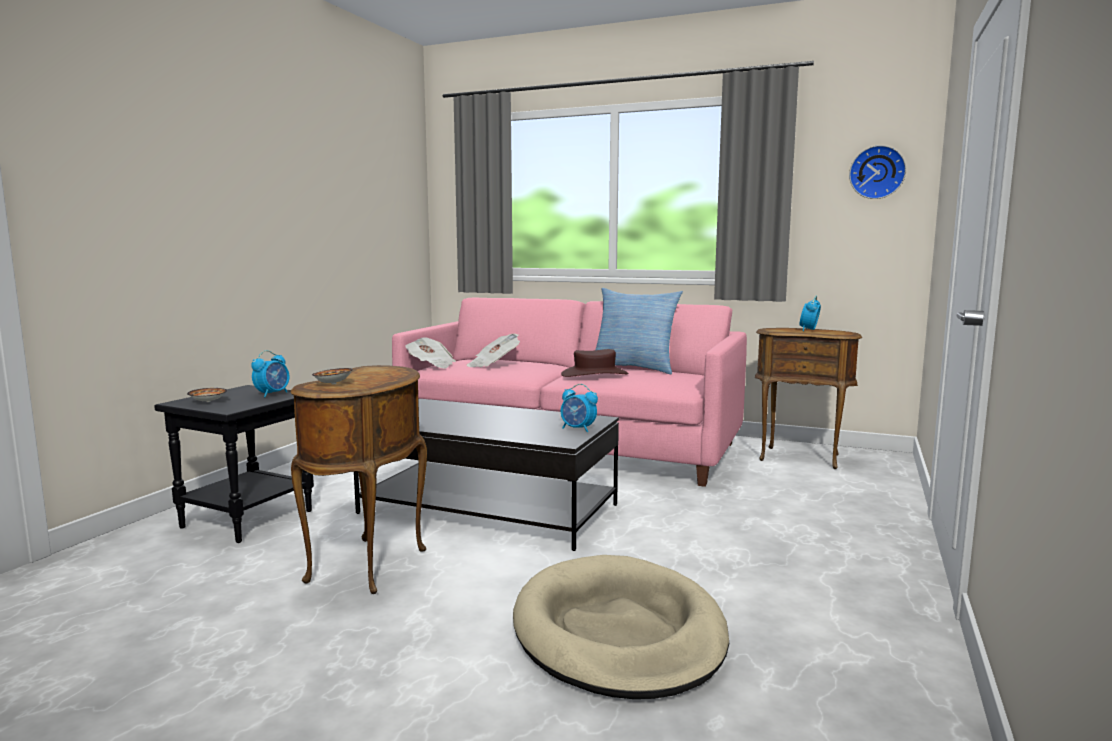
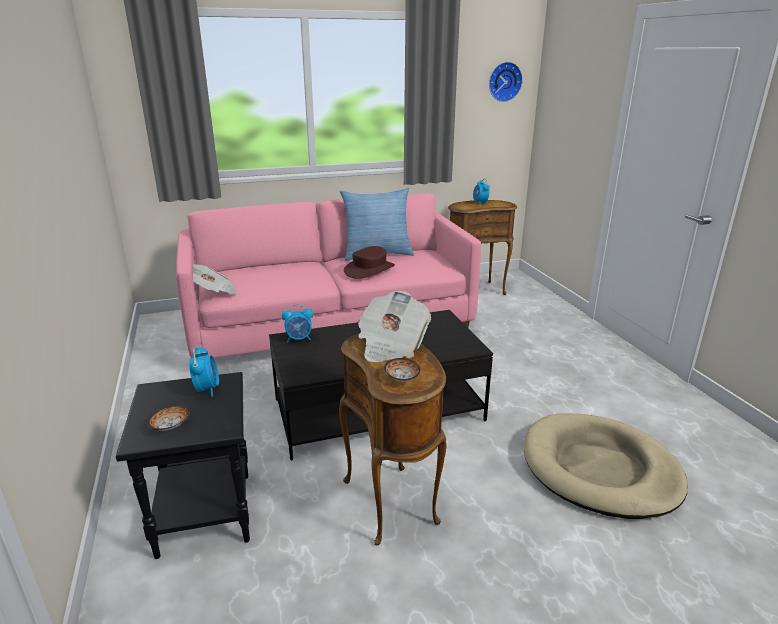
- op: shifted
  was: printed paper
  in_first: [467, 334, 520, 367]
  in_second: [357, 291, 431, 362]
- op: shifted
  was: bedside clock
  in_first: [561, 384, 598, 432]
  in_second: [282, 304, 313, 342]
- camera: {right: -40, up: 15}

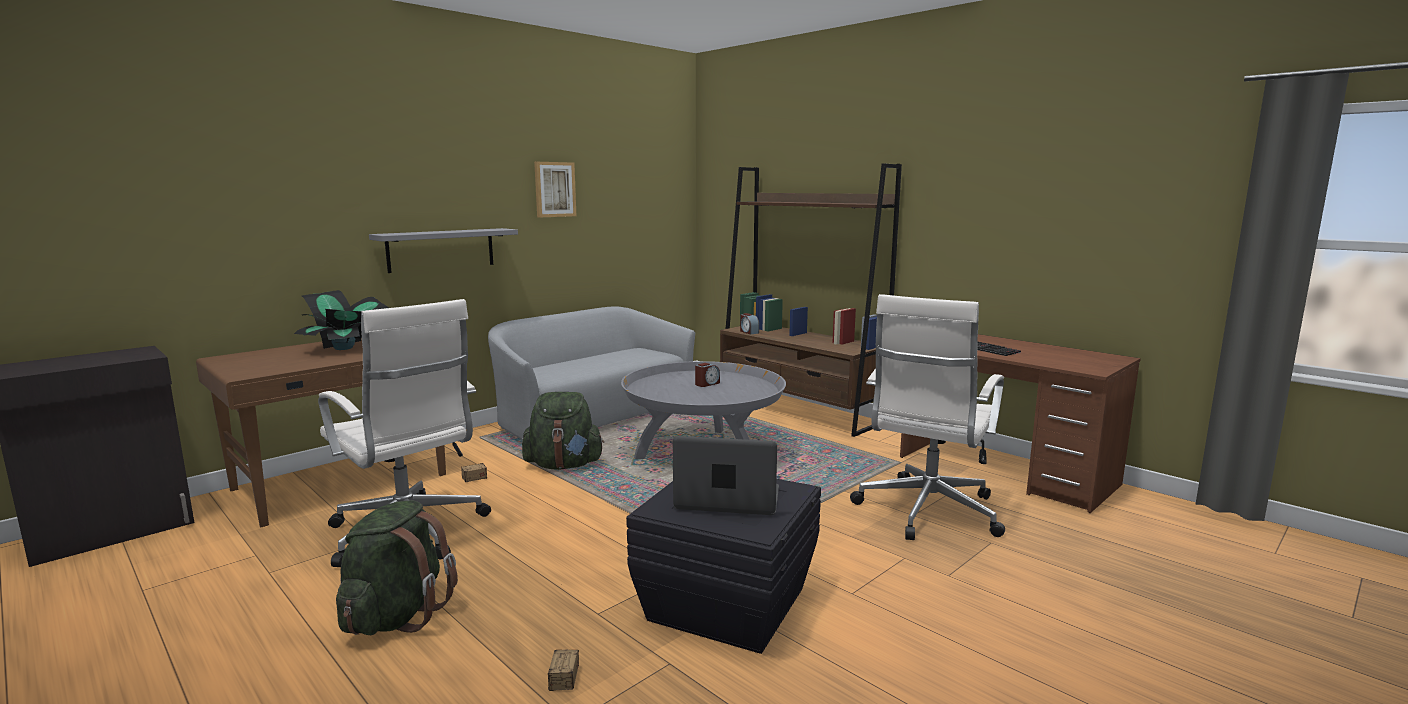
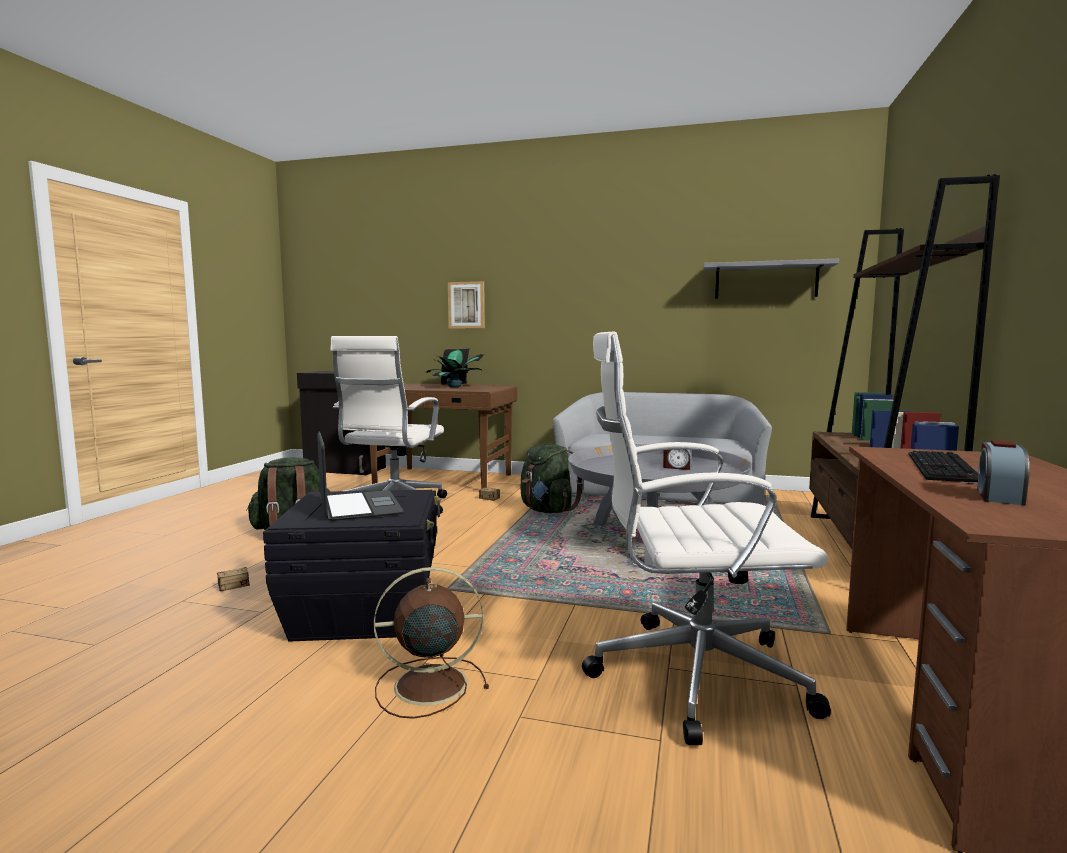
- op: shifted
  was: picture
  in_first: [534, 162, 576, 218]
  in_second: [448, 281, 485, 329]
- op: shifted
  was: grey bracket shelf
  in_first: [369, 228, 518, 273]
  in_second: [704, 259, 839, 299]
- op: shifted
  was: bedside clock
  in_first: [740, 313, 759, 335]
  in_second: [977, 440, 1029, 505]
- op: new
  now: brown-coloured fan
  in_second: [374, 567, 489, 719]
- camera: {right: 60, up: -5}

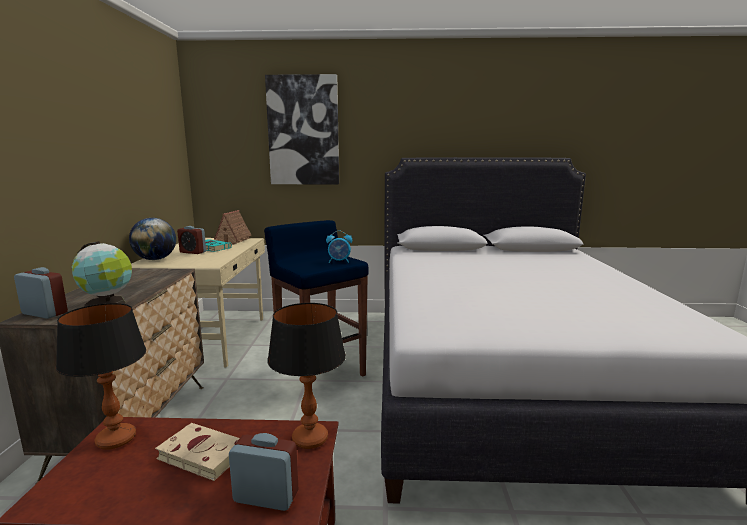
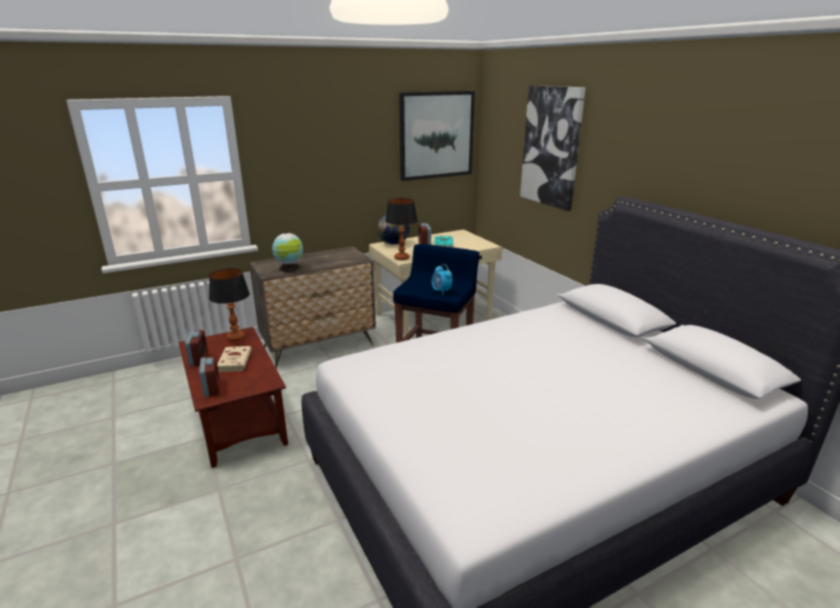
- op: gone
  was: toy house
  in_first: [214, 210, 251, 245]
- op: shifted
  was: bedside clock
  in_first: [14, 267, 68, 319]
  in_second: [185, 330, 208, 366]
- op: shifted
  was: tabletop lamp
  in_first: [267, 303, 346, 449]
  in_second: [385, 198, 418, 260]
- op: new
  now: picture
  in_second: [399, 91, 475, 181]
- camera: {right: 60, up: 10}

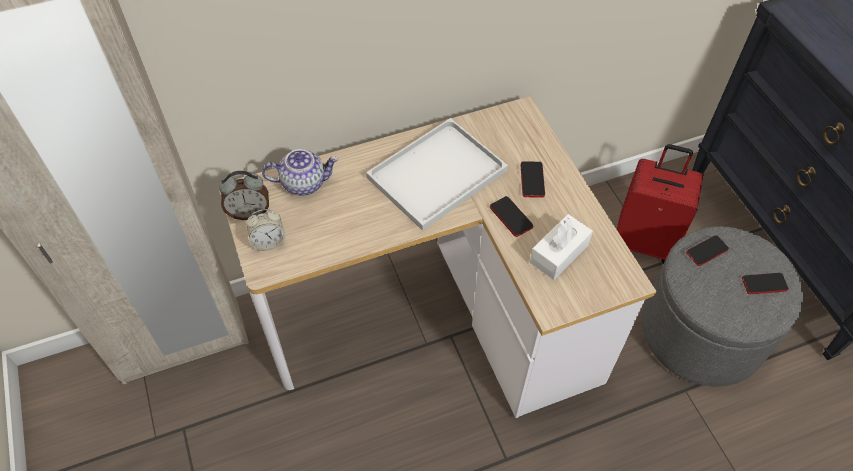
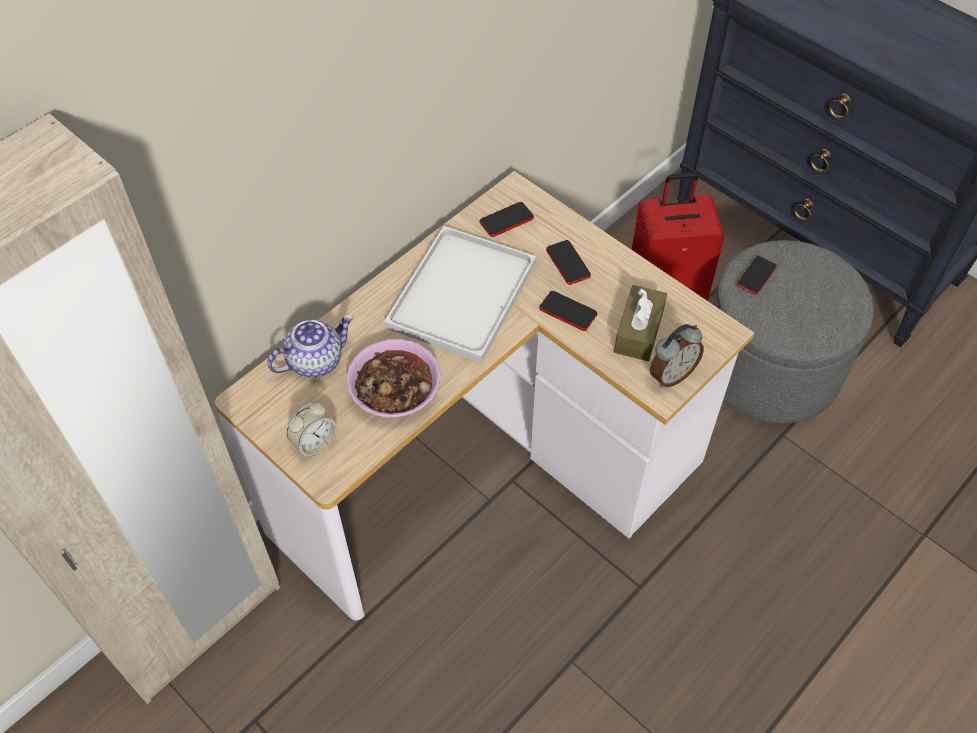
- op: shifted
  was: bedside clock
  in_first: [219, 171, 269, 220]
  in_second: [650, 324, 704, 387]
- op: repainted
  was: whitish tissue box
  now: brown-coloured tissue box
  in_first: [530, 214, 593, 280]
  in_second: [614, 285, 667, 361]
- op: shifted
  was: phone
  in_first: [742, 273, 789, 294]
  in_second: [479, 202, 534, 237]
- op: new
  now: deep dish
  in_second: [346, 339, 441, 417]
- camera: {right: -25, up: 0}

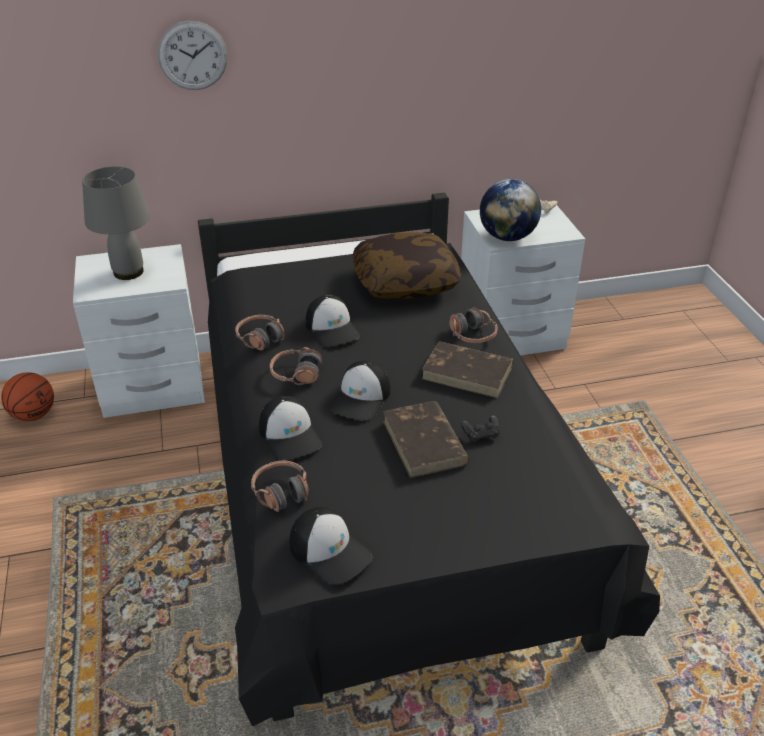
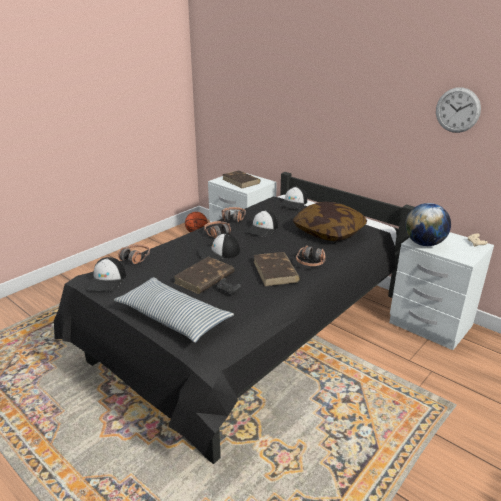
- op: shifted
  was: clock on the wall
  in_first: [158, 21, 228, 90]
  in_second: [436, 87, 481, 133]
- op: swapped
  was: grey tabletop lamp
  now: brown-coloured book
  in_first: [82, 166, 150, 280]
  in_second: [222, 170, 261, 188]
- op: shifted
  was: cap
  in_first: [259, 396, 323, 460]
  in_second: [279, 187, 307, 209]
- op: new
  now: cushion
  in_second: [114, 277, 234, 343]
- camera: {right: 55, up: -10}

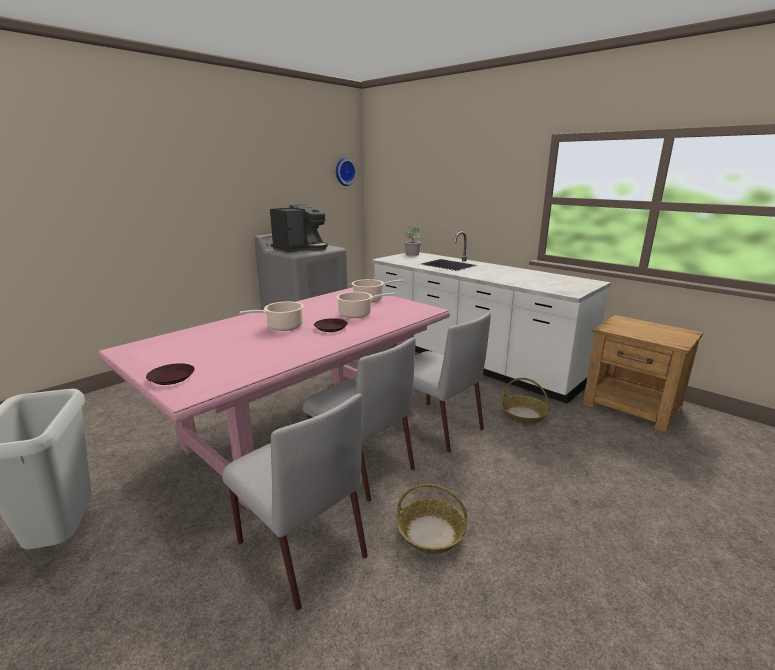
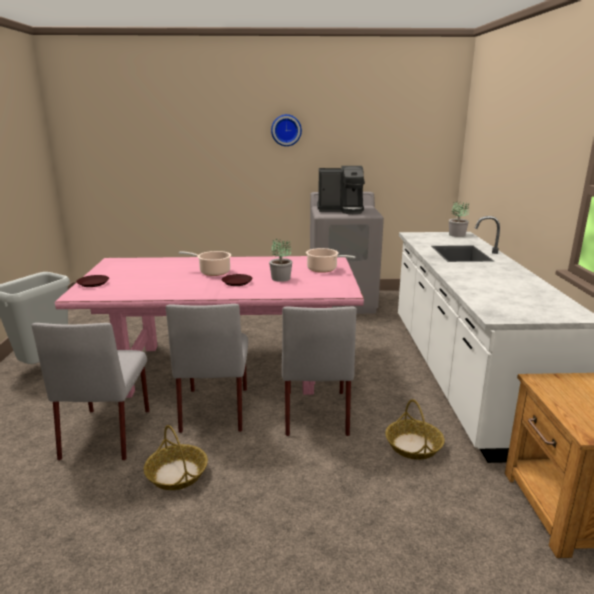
- op: shifted
  was: clock on the wall
  in_first: [336, 158, 357, 186]
  in_second: [271, 114, 302, 146]
- op: swapped
  was: stockpot
  now: potted plant
  in_first: [336, 292, 395, 318]
  in_second: [269, 239, 292, 282]
- camera: {right: 45, up: 0}

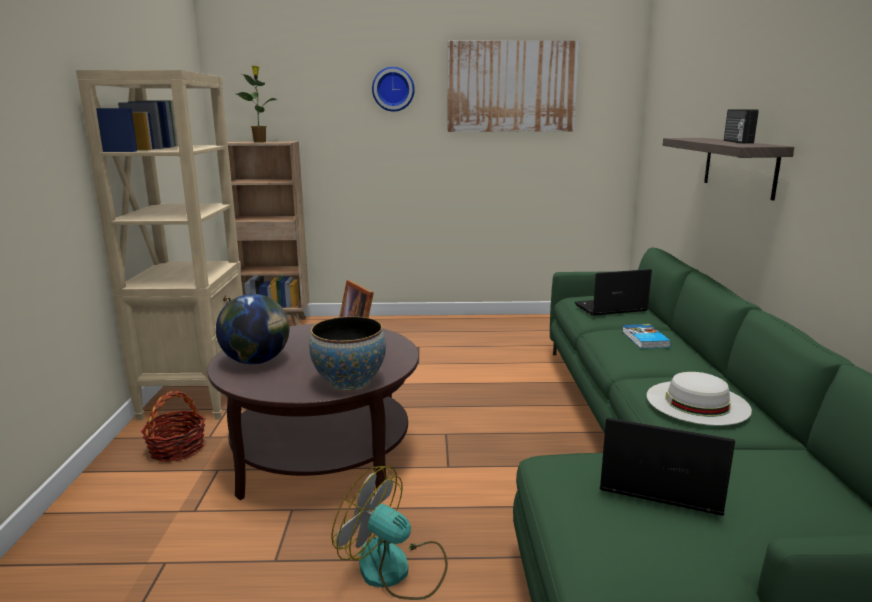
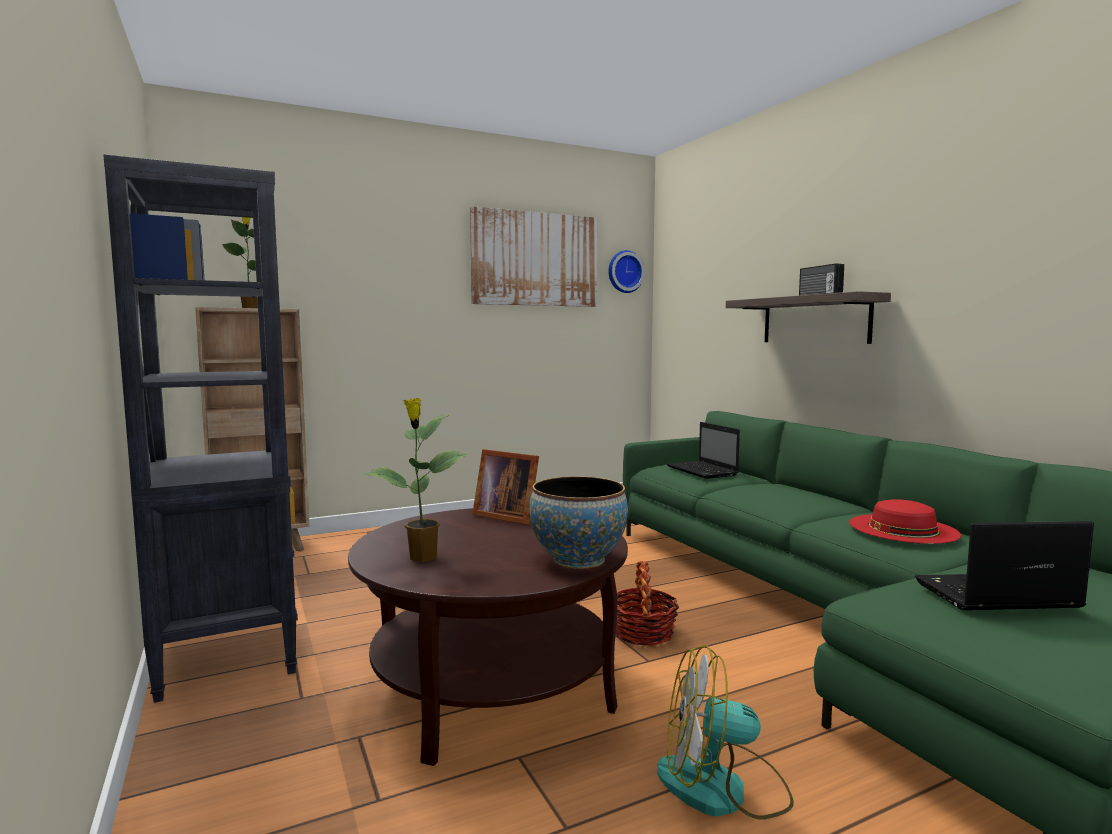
- op: shifted
  was: clock on the wall
  in_first: [372, 67, 415, 112]
  in_second: [608, 250, 645, 293]
- op: repainted
  was: beige-coloured shelving unit
  now: black shelving unit
  in_first: [76, 70, 243, 420]
  in_second: [103, 155, 298, 703]
- op: rotated
  was: portable computer
  in_first: [575, 269, 652, 316]
  in_second: [667, 422, 740, 479]
  clockwise: -75
- op: swapped
  was: desk globe
  now: potted plant
  in_first: [216, 294, 290, 364]
  in_second: [365, 398, 468, 562]
- op: gone
  was: book
  in_first: [622, 324, 671, 349]
- op: repainted
  was: whitish clothing hat
  now: reddish clothing hat
  in_first: [647, 372, 752, 426]
  in_second: [849, 499, 961, 544]
- op: shifted
  was: storage basket
  in_first: [141, 391, 206, 462]
  in_second: [616, 561, 679, 645]
- camera: {right: -25, up: -10}

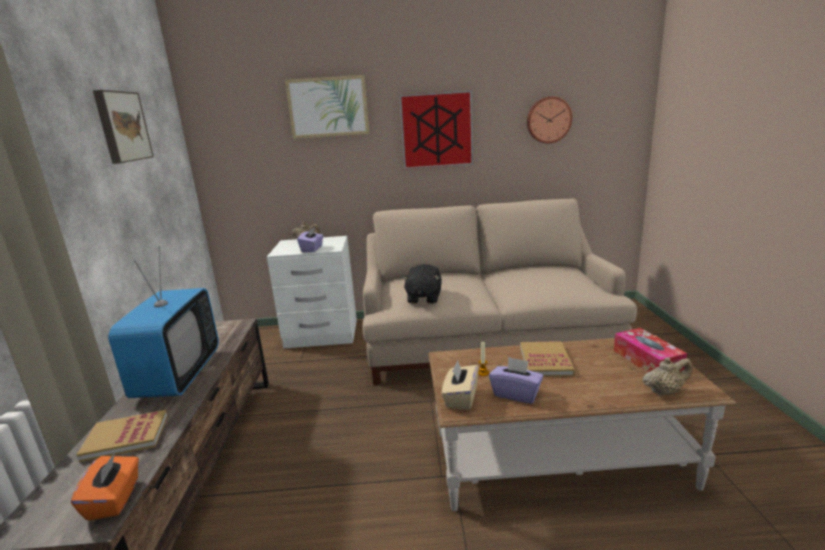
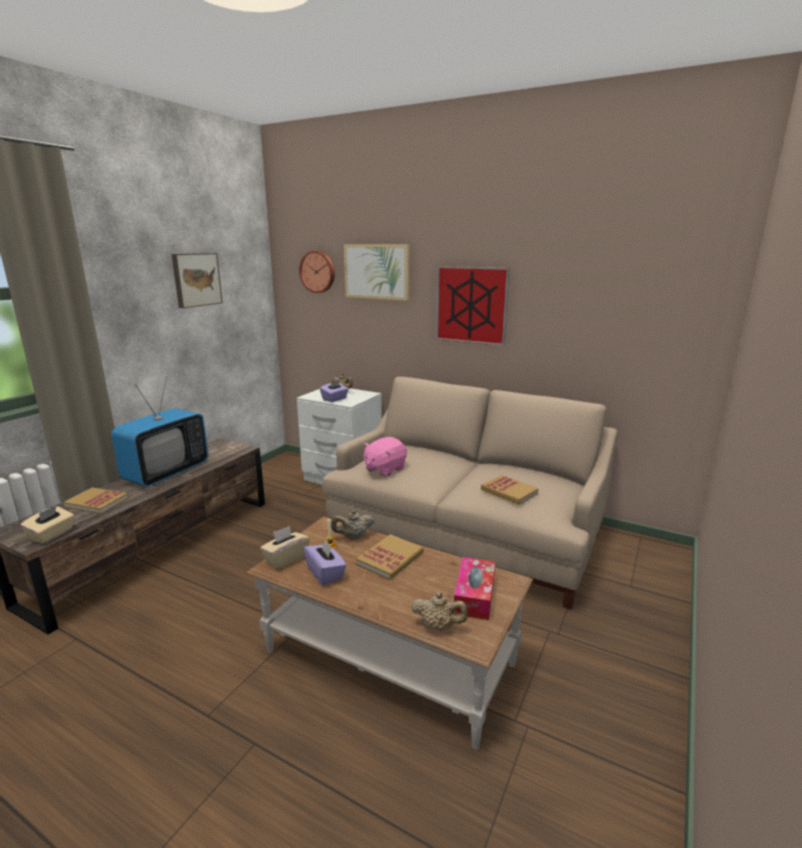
- op: shifted
  was: clock on the wall
  in_first: [527, 97, 572, 143]
  in_second: [299, 251, 335, 293]
- op: repainted
  was: black cuddly toy
  now: pink-coloured cuddly toy
  in_first: [402, 264, 442, 304]
  in_second: [363, 437, 407, 477]
- op: repainted
  was: orangey tissue box
  now: beige-coloured tissue box
  in_first: [71, 452, 139, 521]
  in_second: [20, 506, 74, 544]
- op: new
  now: book
  in_second: [481, 475, 539, 505]
- op: new
  now: beige-coloured pot for tea
  in_second: [331, 510, 374, 539]
- camera: {right: 30, up: 0}

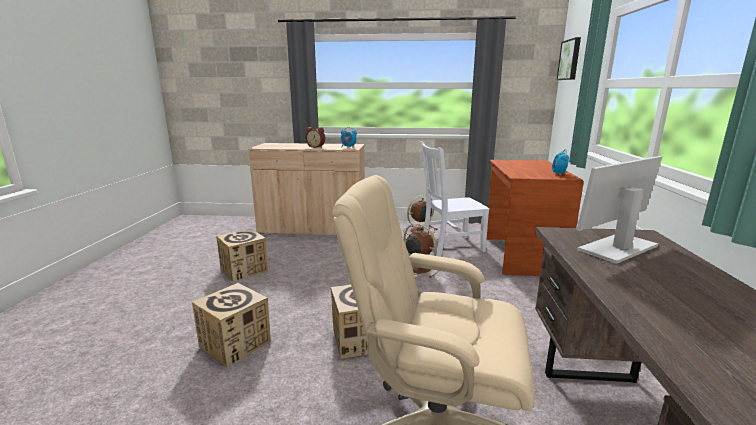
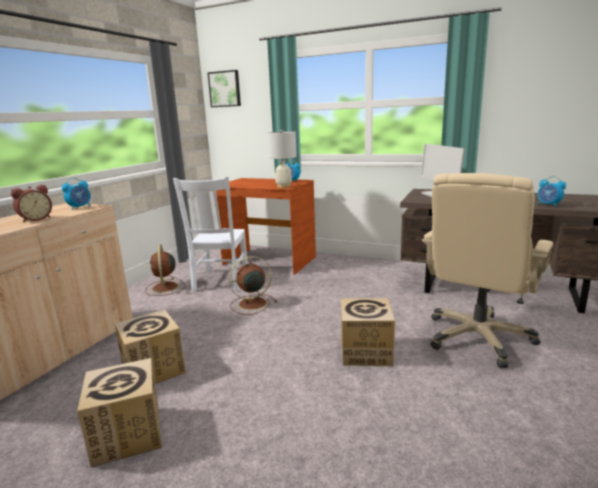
- op: shifted
  was: packing box
  in_first: [192, 283, 271, 368]
  in_second: [114, 309, 186, 384]
- op: new
  now: whitish tabletop lamp
  in_second: [267, 130, 297, 188]
- op: new
  now: bedside clock
  in_second: [537, 176, 566, 207]
- camera: {right: -70, up: 0}

